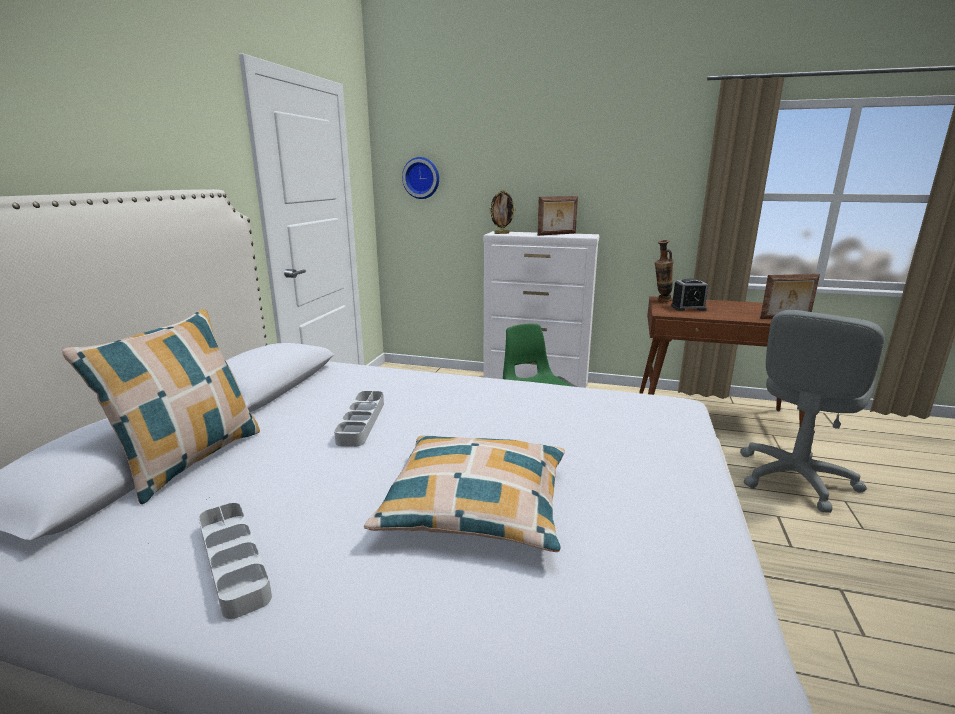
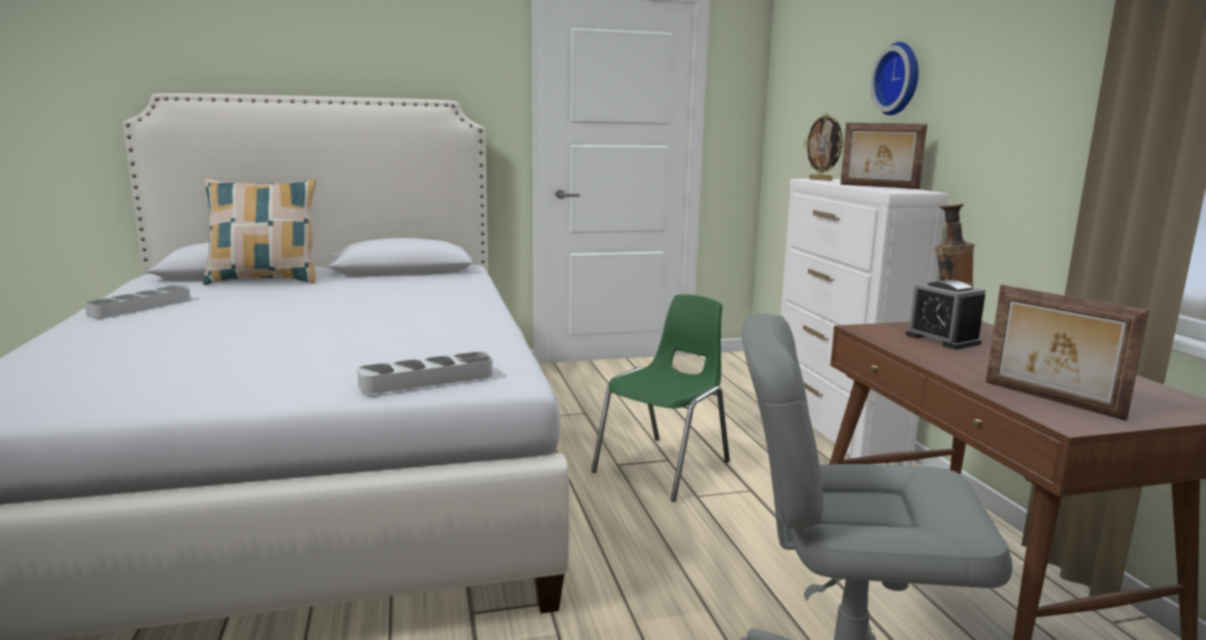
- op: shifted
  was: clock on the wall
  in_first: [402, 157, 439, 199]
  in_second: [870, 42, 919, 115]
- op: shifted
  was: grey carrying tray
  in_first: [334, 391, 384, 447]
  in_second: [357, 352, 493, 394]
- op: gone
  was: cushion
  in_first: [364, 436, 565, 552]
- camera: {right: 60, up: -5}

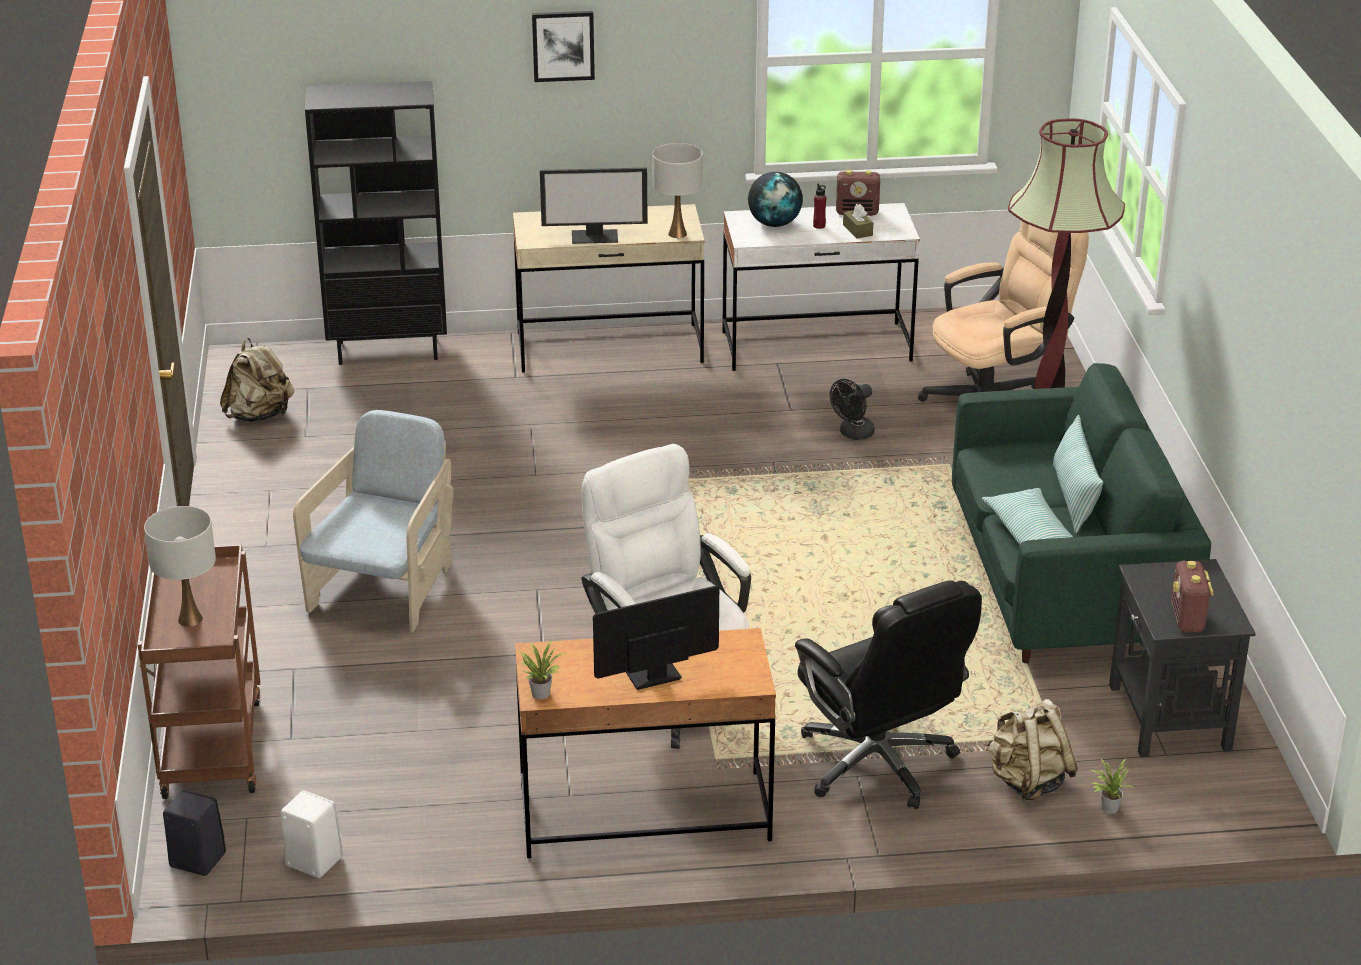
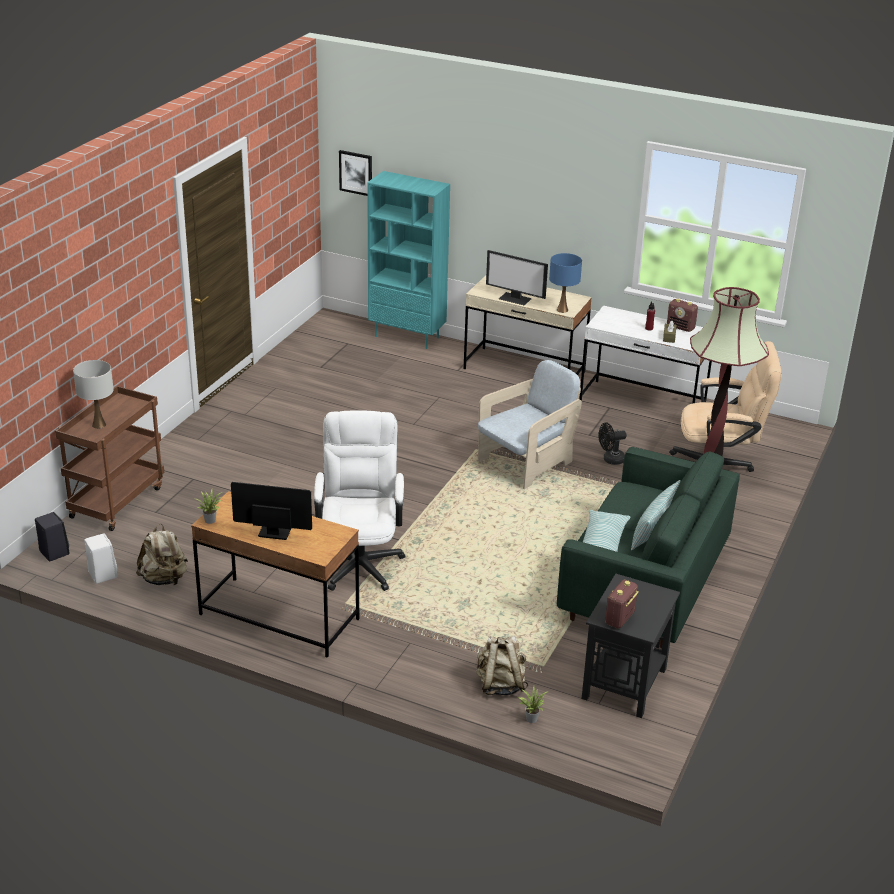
- op: shifted
  was: picture
  in_first: [532, 11, 595, 82]
  in_second: [339, 150, 372, 196]
- op: repainted
  was: black shelving unit
  now: turquoise shelving unit
  in_first: [305, 81, 447, 365]
  in_second: [367, 171, 450, 349]
- op: repainted
  was: whitish tabletop lamp
  now: blue tabletop lamp
  in_first: [652, 143, 703, 238]
  in_second: [549, 253, 582, 313]
- op: gone
  was: desk globe
  in_first: [748, 172, 803, 227]
- op: shifted
  was: beige-coloured rucksack
  in_first: [220, 338, 294, 422]
  in_second: [136, 523, 188, 585]
- op: shifted
  was: beige-coloured lounge chair
  in_first: [293, 410, 454, 633]
  in_second: [478, 360, 582, 489]
- op: gone
  was: black desk chair
  in_first: [795, 580, 982, 809]
- camera: {right: 30, up: 0}

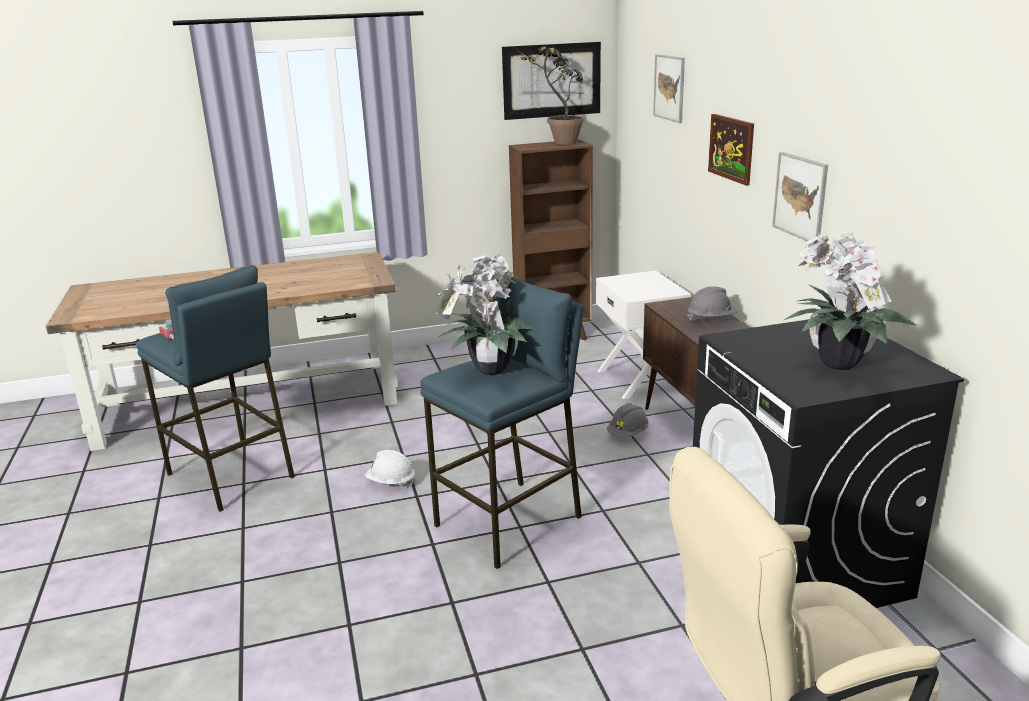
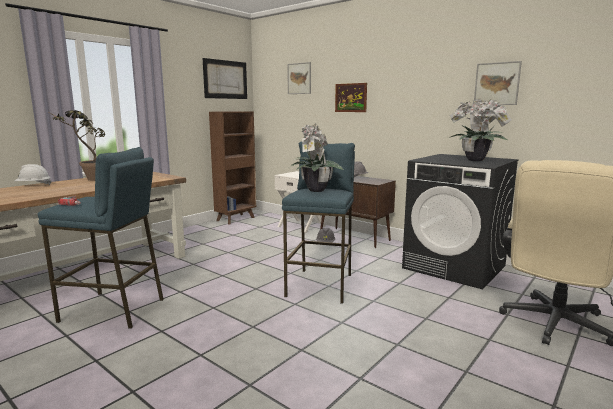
- op: shifted
  was: potted plant
  in_first: [516, 46, 584, 145]
  in_second: [47, 110, 105, 181]
- op: shifted
  was: picture
  in_first: [772, 152, 828, 241]
  in_second: [474, 61, 522, 105]
- op: shifted
  was: whitish safety helmet
  in_first: [365, 450, 416, 486]
  in_second: [14, 164, 52, 185]
- camera: {right: -35, up: -10}

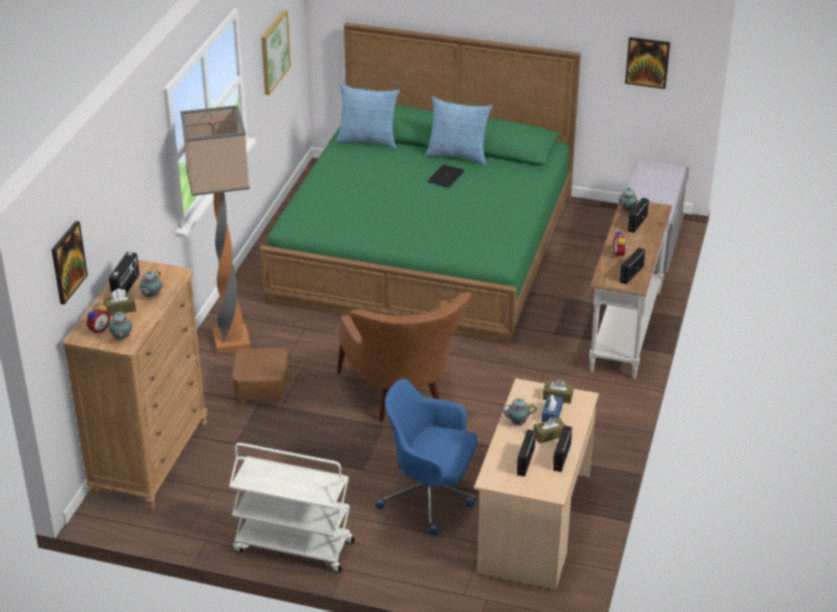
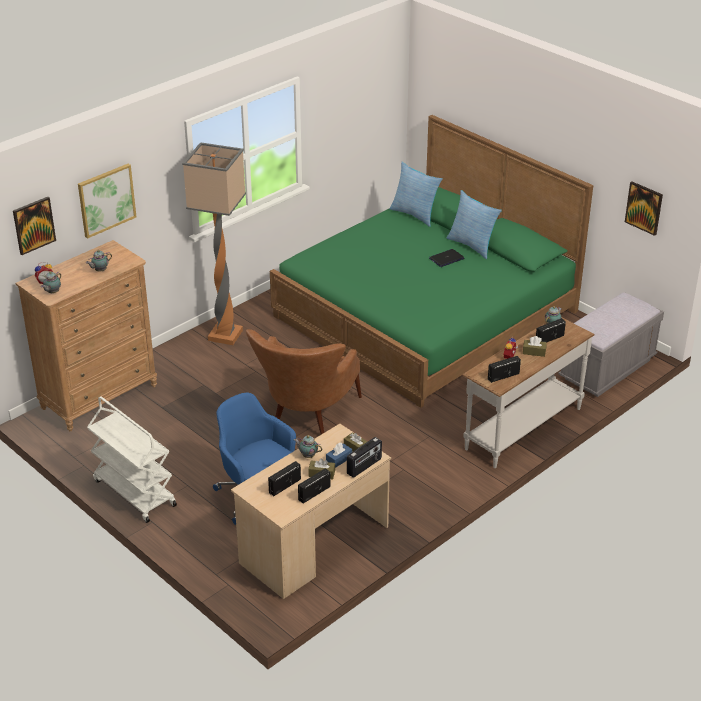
- op: shifted
  was: picture
  in_first: [261, 10, 291, 95]
  in_second: [78, 164, 136, 238]
- op: shifted
  was: radio receiver
  in_first: [109, 252, 139, 297]
  in_second: [347, 437, 382, 478]
- op: shifted
  was: brown-coloured tissue box
  in_first: [104, 289, 136, 316]
  in_second: [523, 336, 547, 357]
- op: gone
  was: brown-coloured pouffe
  in_first: [232, 348, 288, 405]
- camera: {right: 30, up: 0}

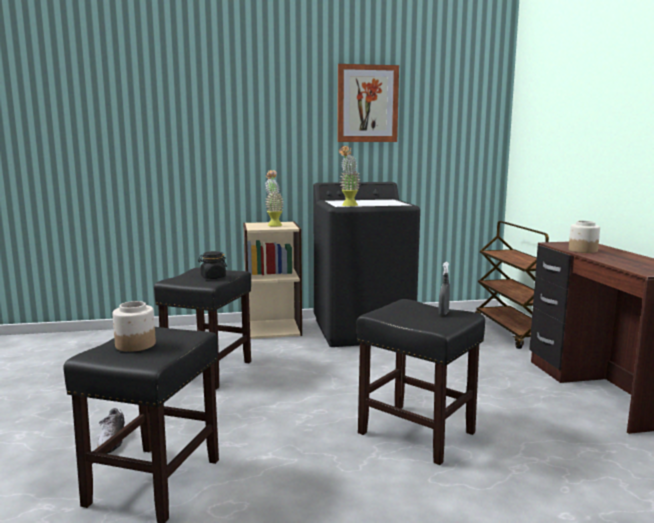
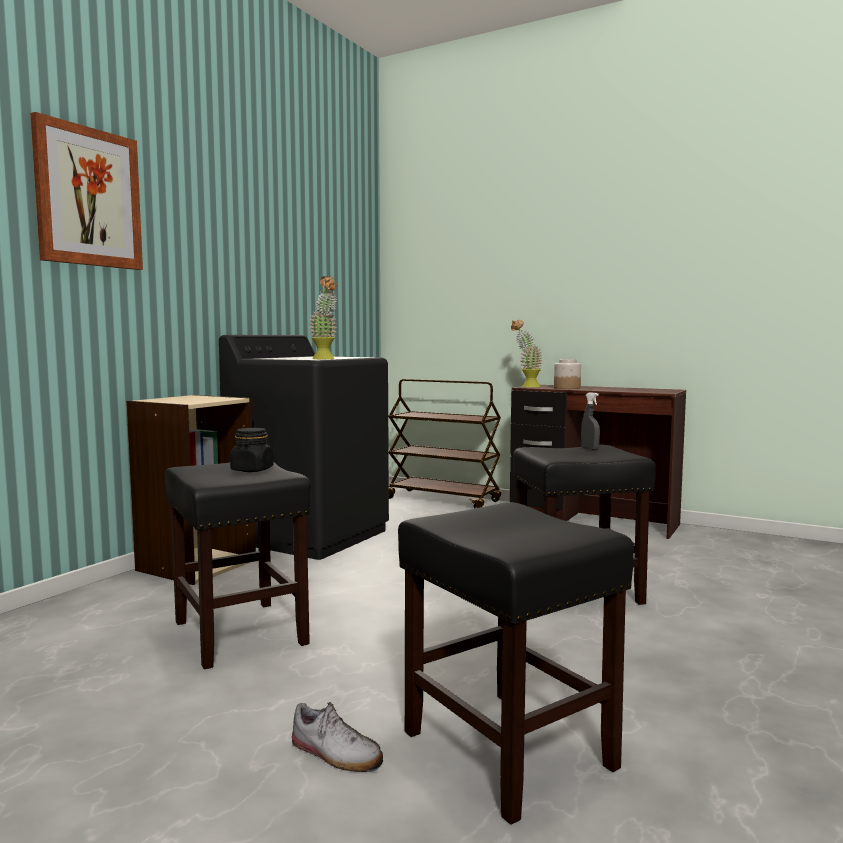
- op: shifted
  was: picture
  in_first: [337, 64, 399, 142]
  in_second: [30, 112, 143, 270]
- op: shifted
  was: potted plant
  in_first: [264, 170, 284, 226]
  in_second: [511, 320, 543, 387]
- op: gone
  was: preserve jar
  in_first: [112, 301, 156, 352]
- camera: {right: -50, up: -5}

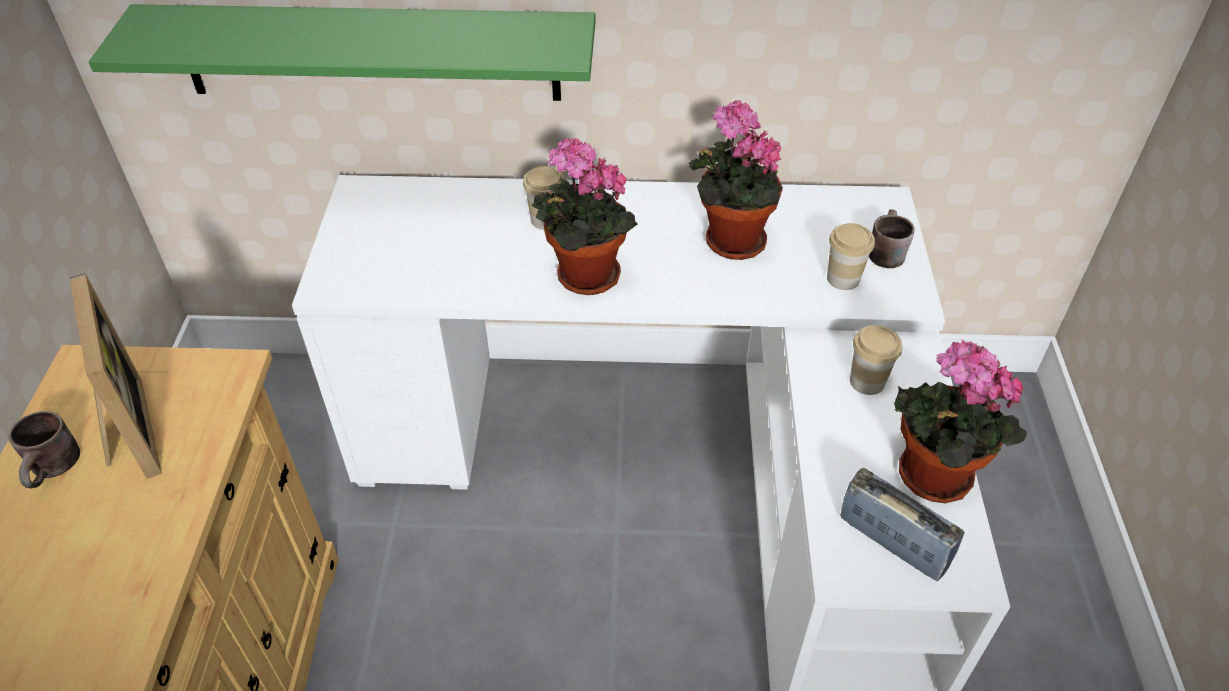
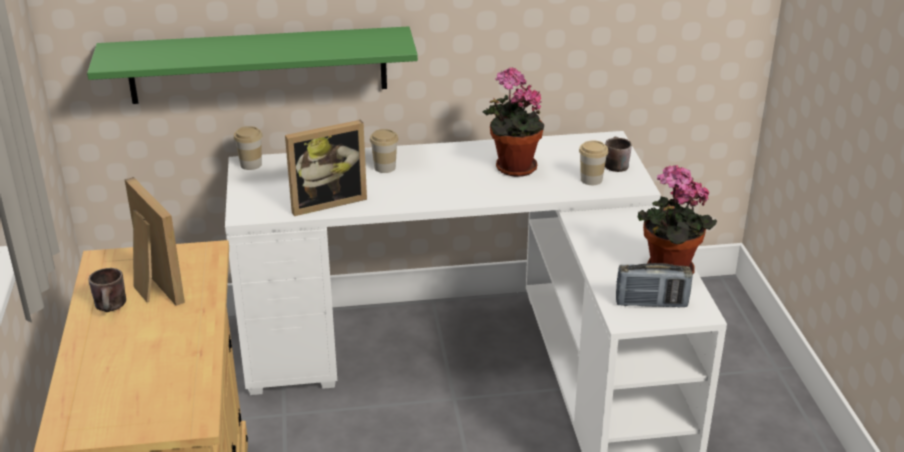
- op: gone
  was: potted plant
  in_first: [532, 137, 638, 295]
- op: shifted
  was: drinking cup
  in_first: [850, 325, 902, 395]
  in_second: [234, 126, 263, 170]
- op: rotated
  was: radio receiver
  in_first: [841, 468, 964, 581]
  in_second: [616, 263, 693, 308]
  clockwise: 150
- op: new
  now: standing frame
  in_second: [285, 120, 367, 216]
- camera: {right: -10, up: -15}

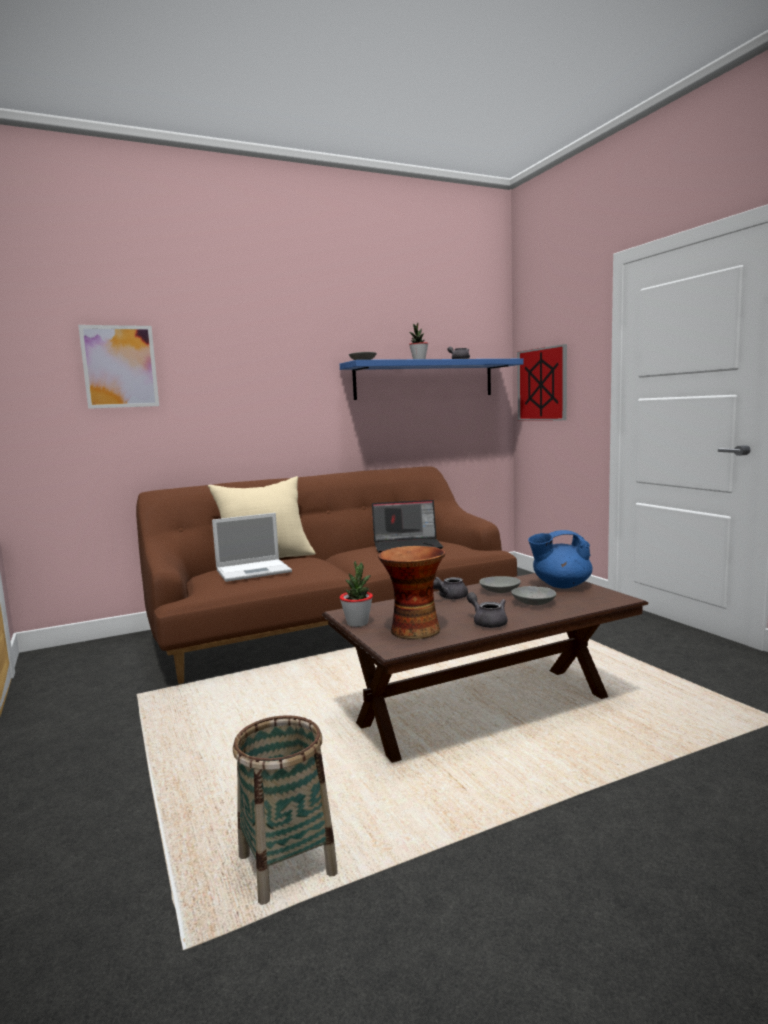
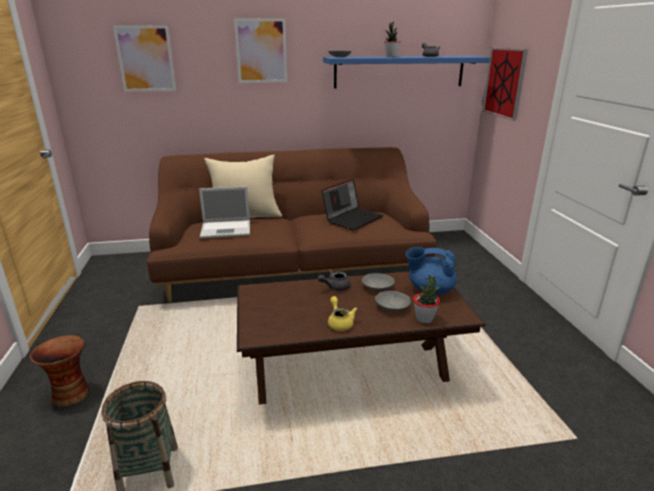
- op: rotated
  was: portable computer
  in_first: [372, 500, 443, 553]
  in_second: [322, 179, 383, 230]
  clockwise: -60
- op: shifted
  was: vase
  in_first: [378, 546, 445, 640]
  in_second: [30, 335, 90, 407]
- op: shifted
  was: potted plant
  in_first: [340, 561, 373, 627]
  in_second: [413, 275, 440, 323]
- op: repainted
  was: grey pot for tea
  now: yellow pot for tea
  in_first: [466, 592, 507, 628]
  in_second: [328, 296, 357, 331]
- op: new
  now: picture
  in_second: [234, 18, 287, 83]
- camera: {right: 15, up: 15}

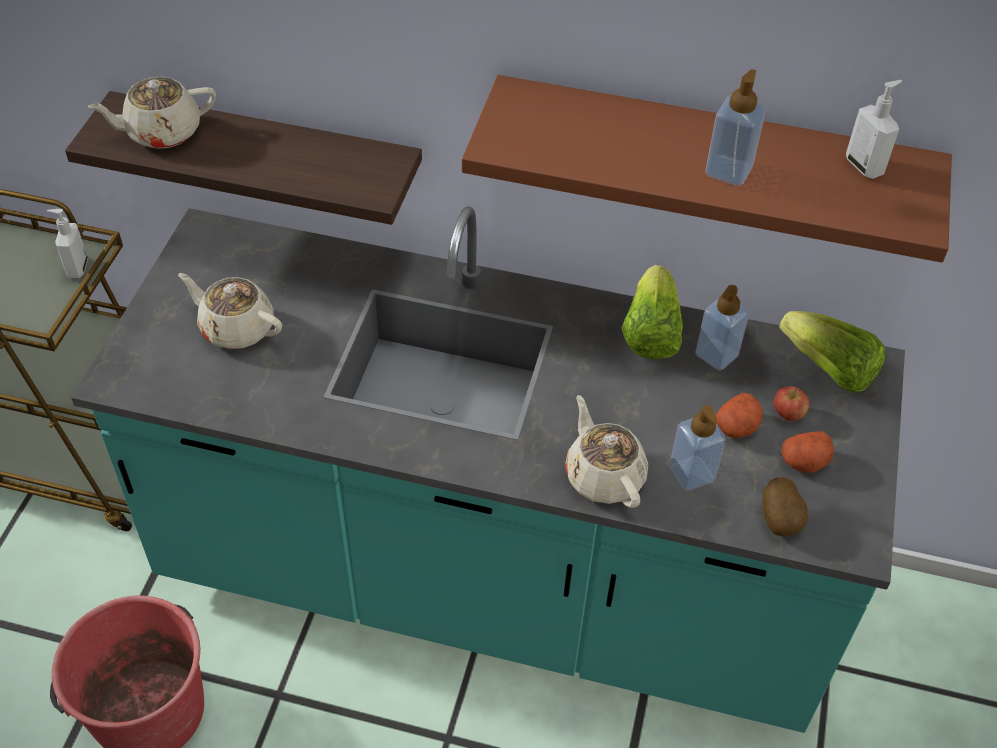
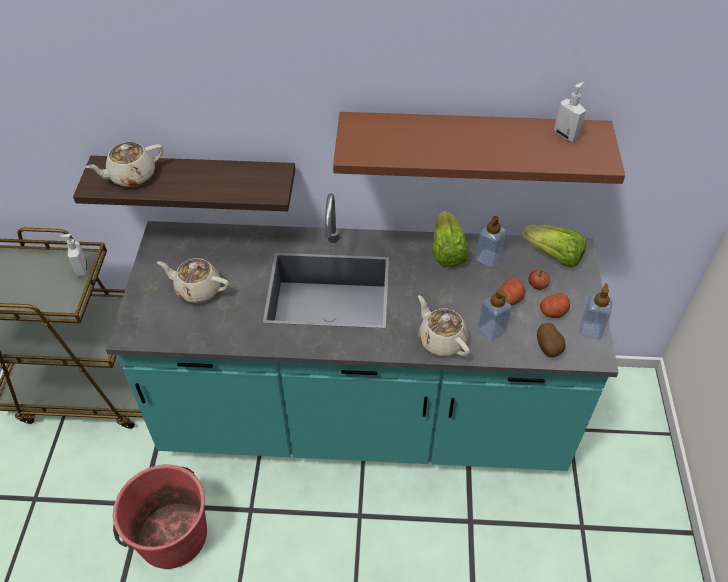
- op: shifted
  was: soap dispenser
  in_first: [705, 69, 766, 186]
  in_second: [579, 283, 613, 339]
- camera: {right: -10, up: 0}

